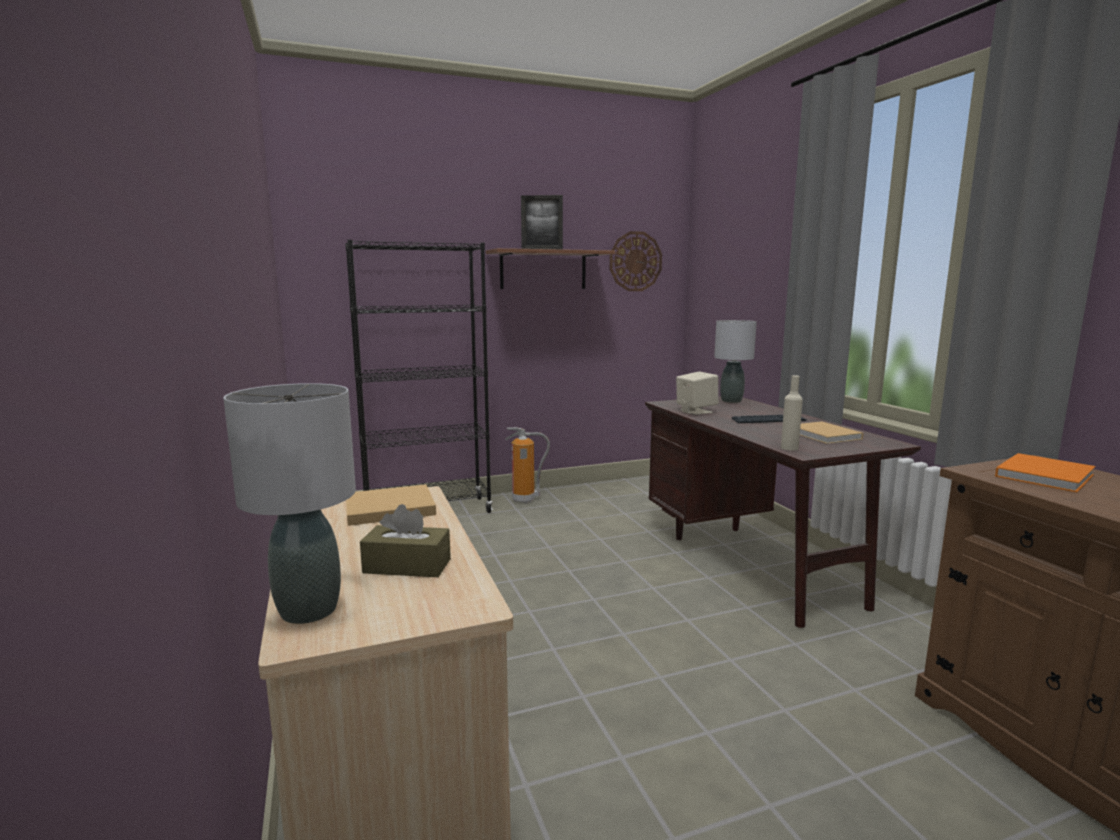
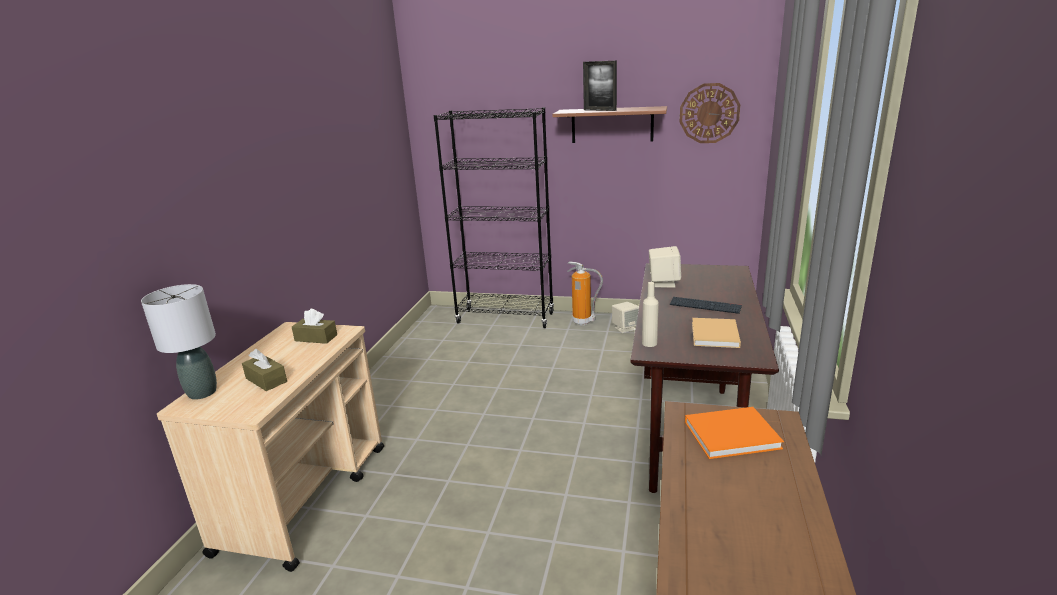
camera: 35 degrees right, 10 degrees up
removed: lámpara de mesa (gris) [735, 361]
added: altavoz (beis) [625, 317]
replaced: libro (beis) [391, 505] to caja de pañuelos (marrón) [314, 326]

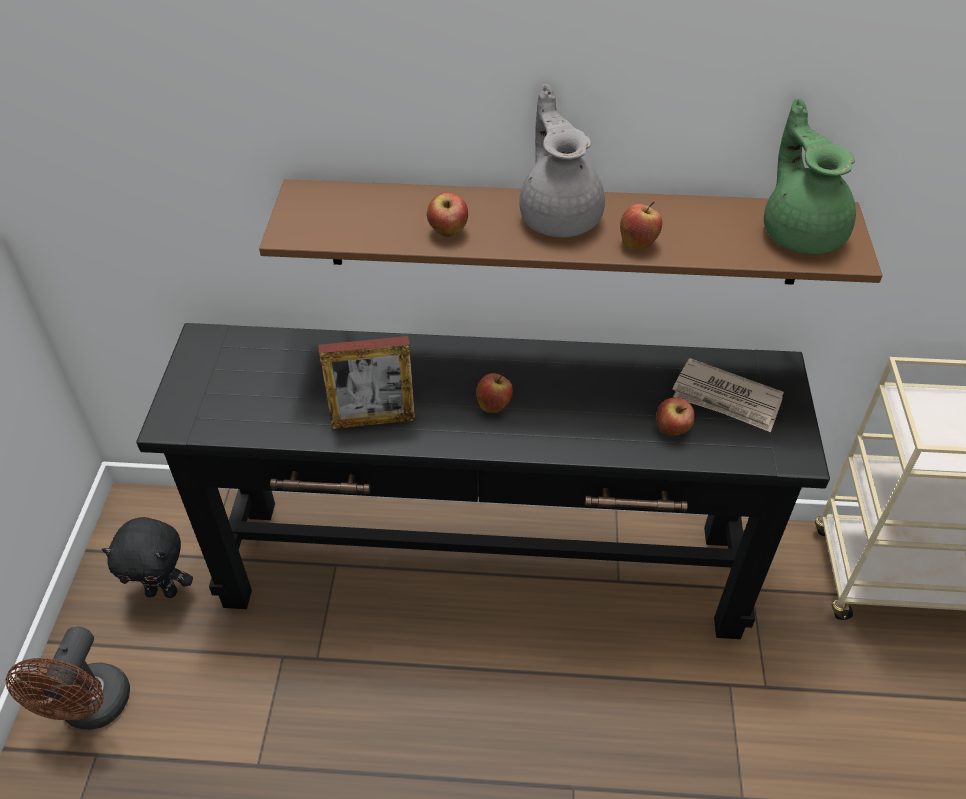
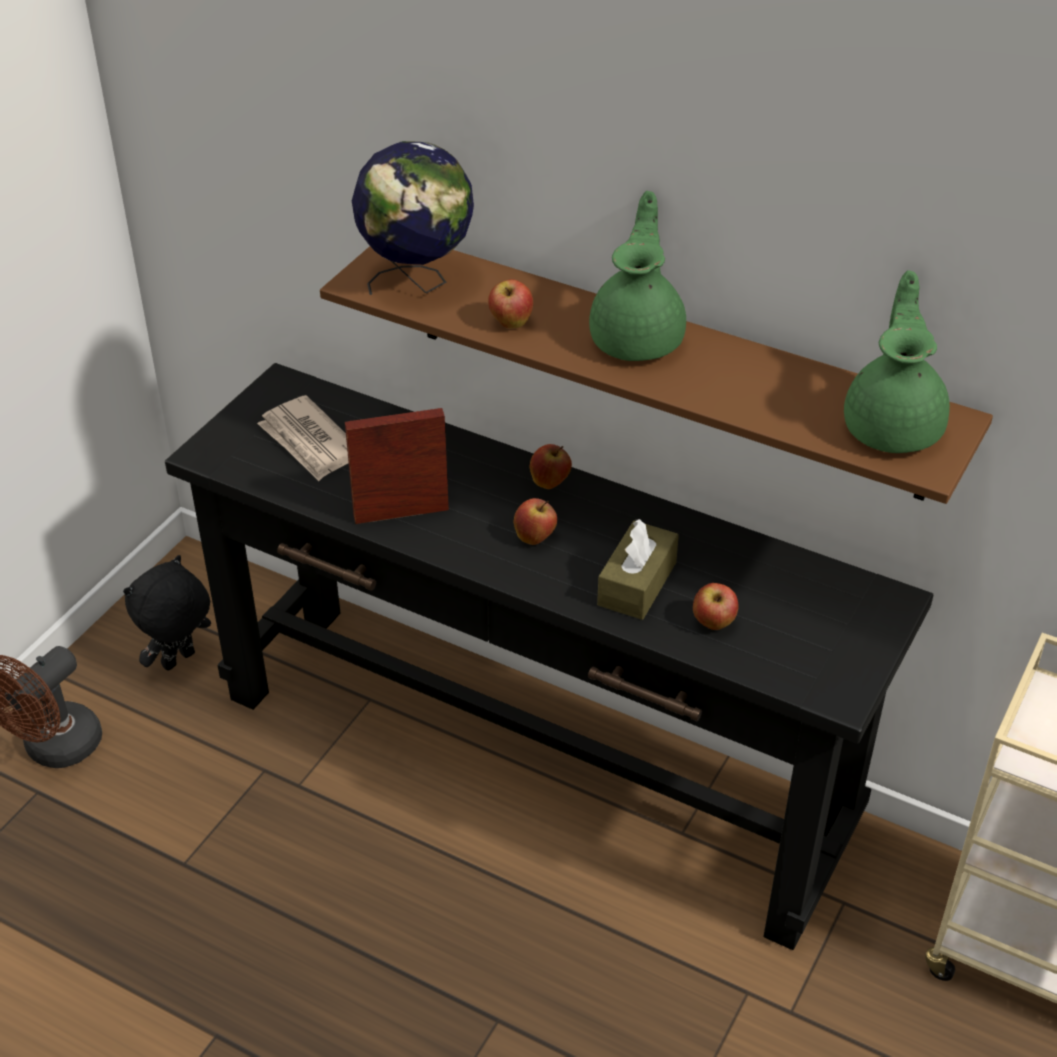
camera: 25 degrees right, 5 degrees down
added: globo terráqueo [413, 218]; caja de pañuelos (marrón) [638, 569]
moved: manzana [641, 226] to [551, 466]; periódico [728, 395] to [303, 438]
recoloured: tetera (gris) [562, 161] to tetera (verde) [637, 276]
turned: portarretratos [367, 382] = [397, 466] 150 degrees clockwise; peluche (negro) [147, 557] = [167, 613] 105 degrees clockwise

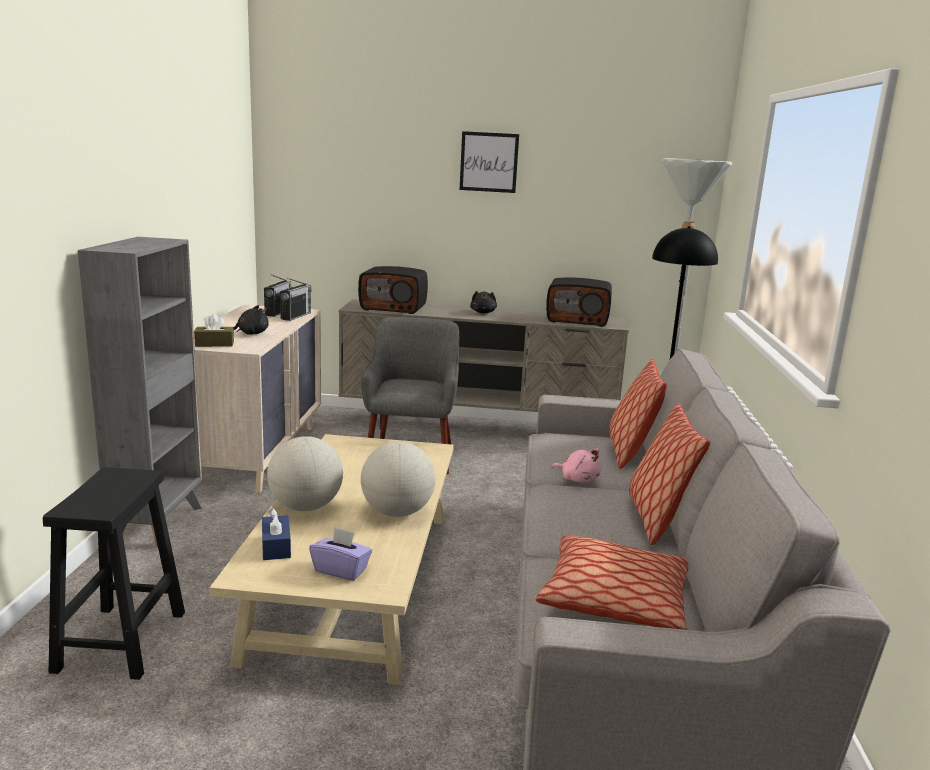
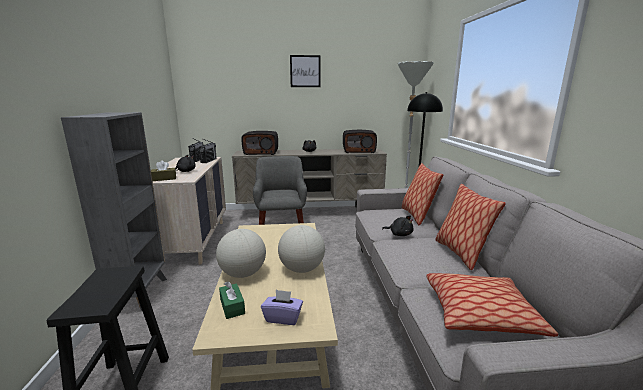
camera: 10 degrees left, 0 degrees up
recoloured: peluche (rosa) [576, 466] to peluche (negro) [398, 225]; caja de pañuelos (azul) [276, 534] to caja de pañuelos (verde) [232, 300]

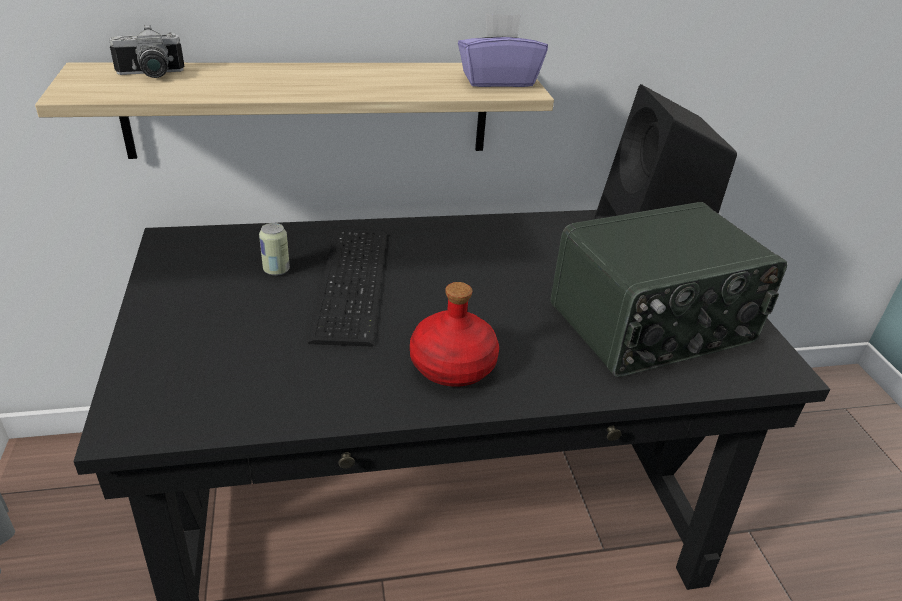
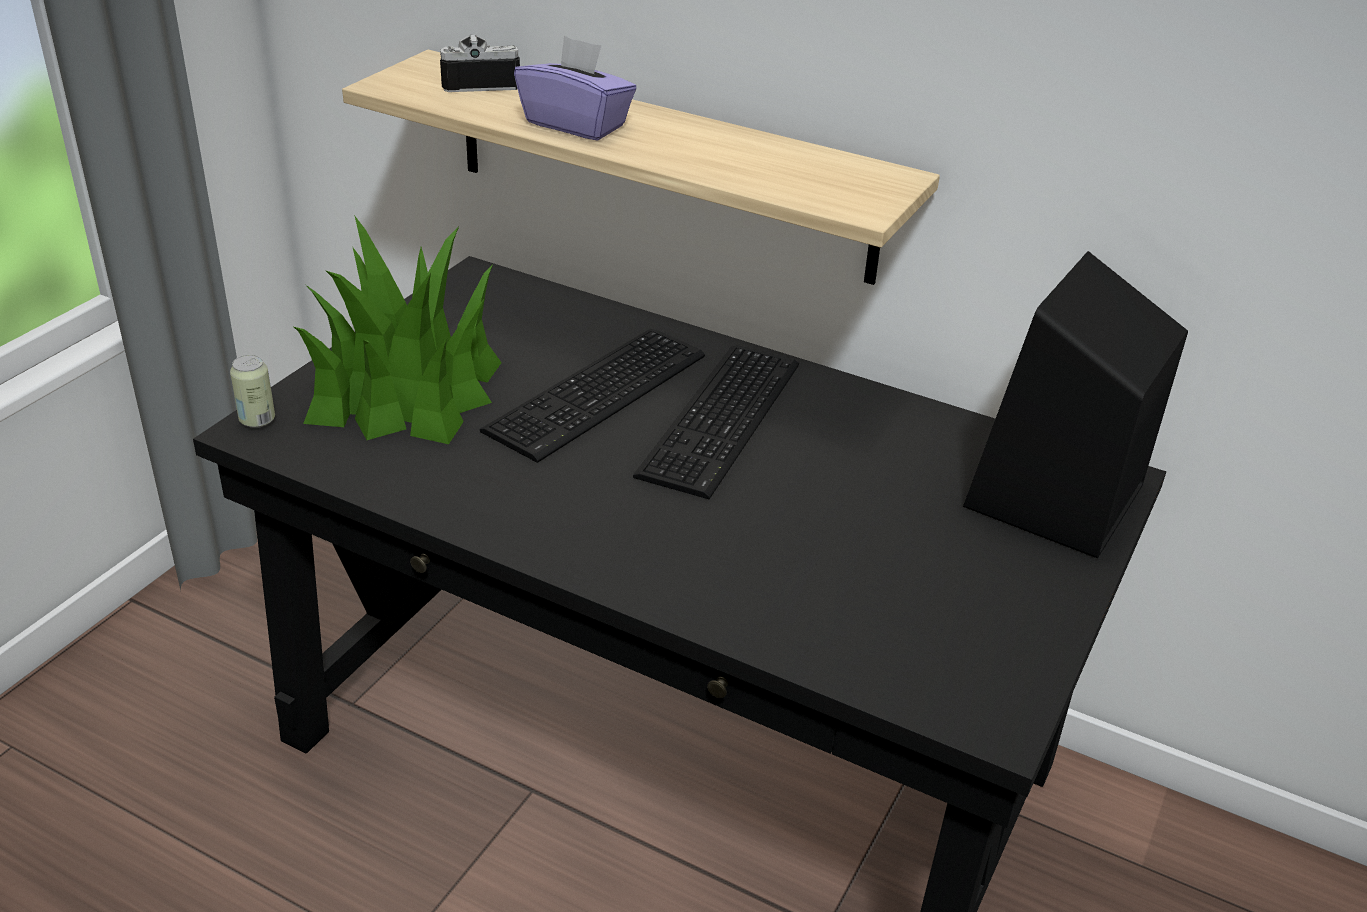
camera: 40 degrees right, 0 degrees up
removed: radio [669, 289]; botella (rojo) [454, 334]
added: planta en maceta [398, 329]; teclado [716, 422]
moved: caja de pañuelos (morado) [503, 50] to [575, 88]; lata [274, 249] to [252, 391]
turned: cámara [147, 51] = [480, 63] 150 degrees clockwise

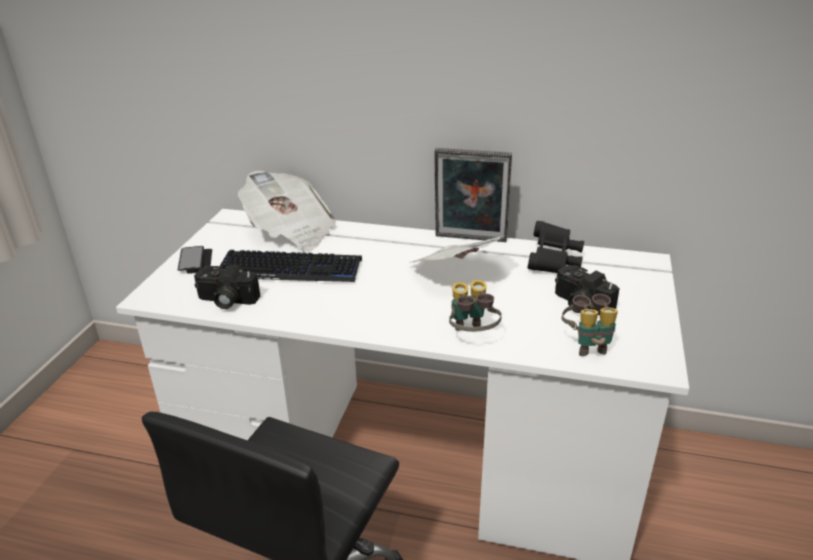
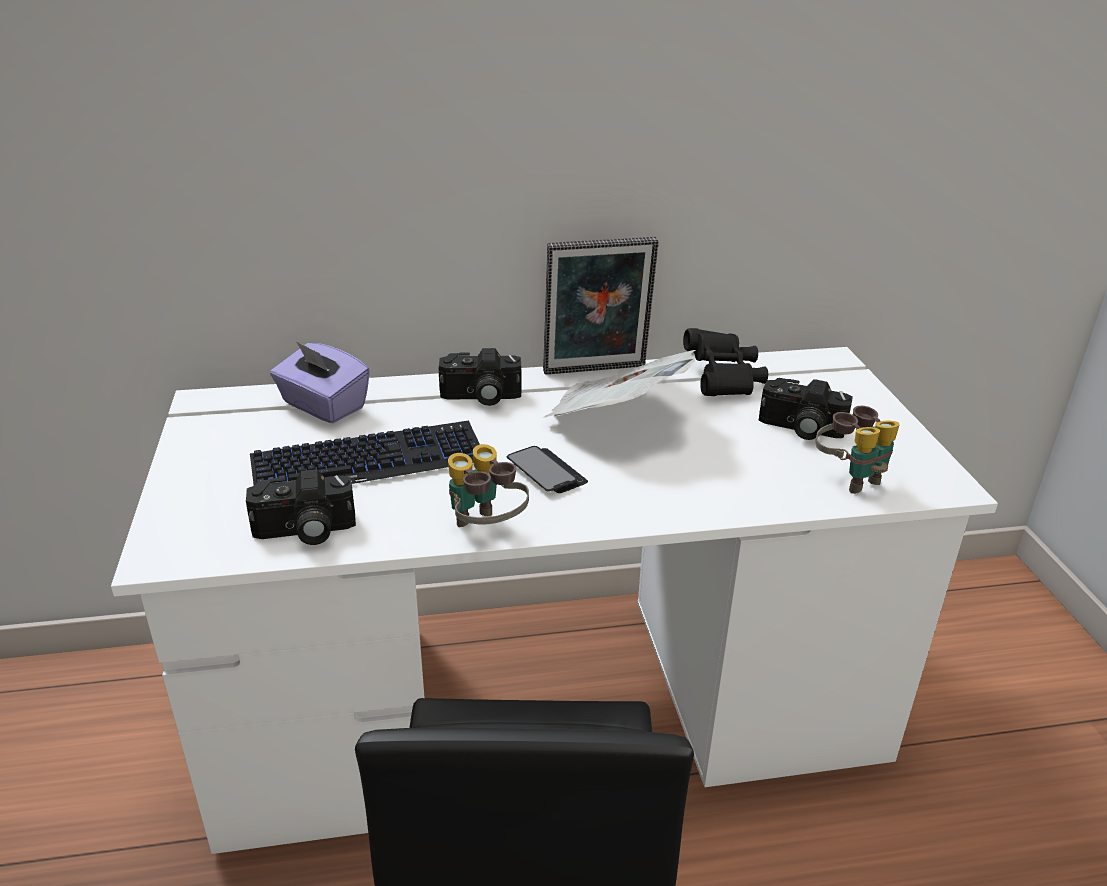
camera: 25 degrees left, 0 degrees up
added: cámara [480, 377]
moved: móvil [195, 260] to [547, 469]; prismáticos [475, 306] to [488, 485]
replaced: periódico [287, 210] to caja de pañuelos (morado) [320, 382]

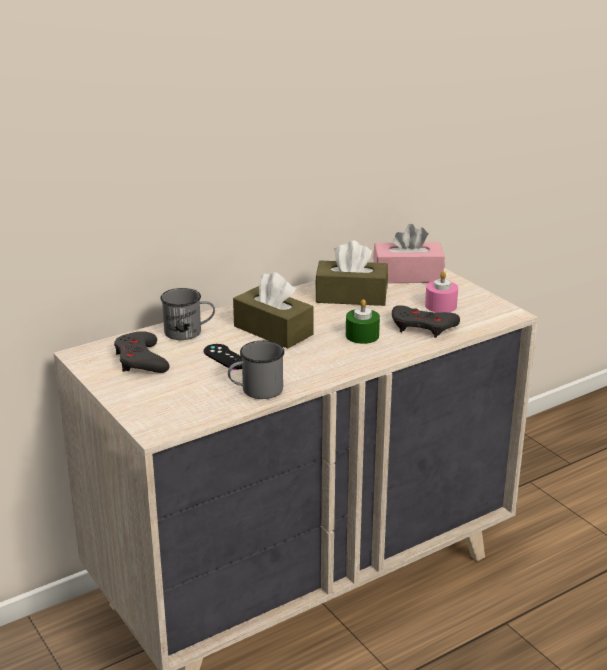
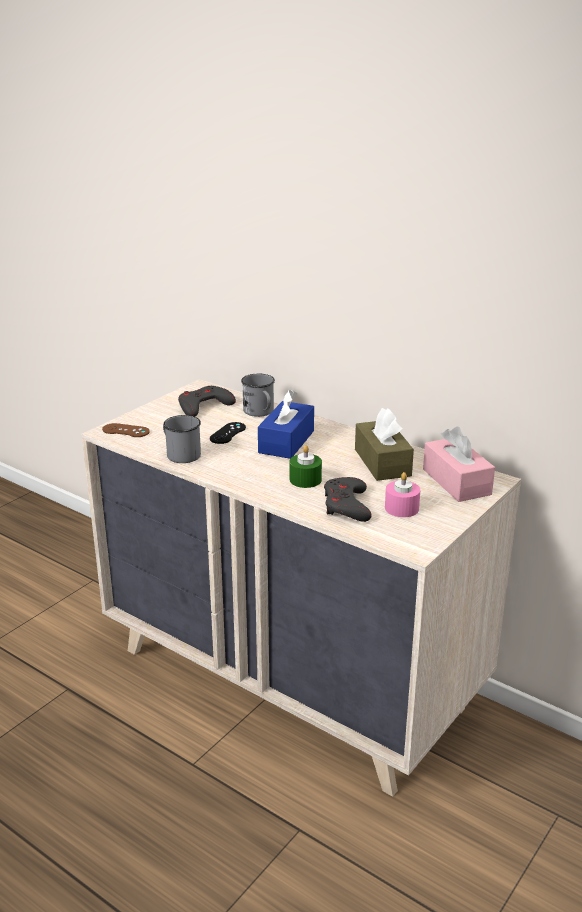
camera: 70 degrees right, 0 degrees up
added: mando de consola (marrón) [126, 430]
recoloured: caja de pañuelos (marrón) [273, 310] to caja de pañuelos (azul) [286, 424]

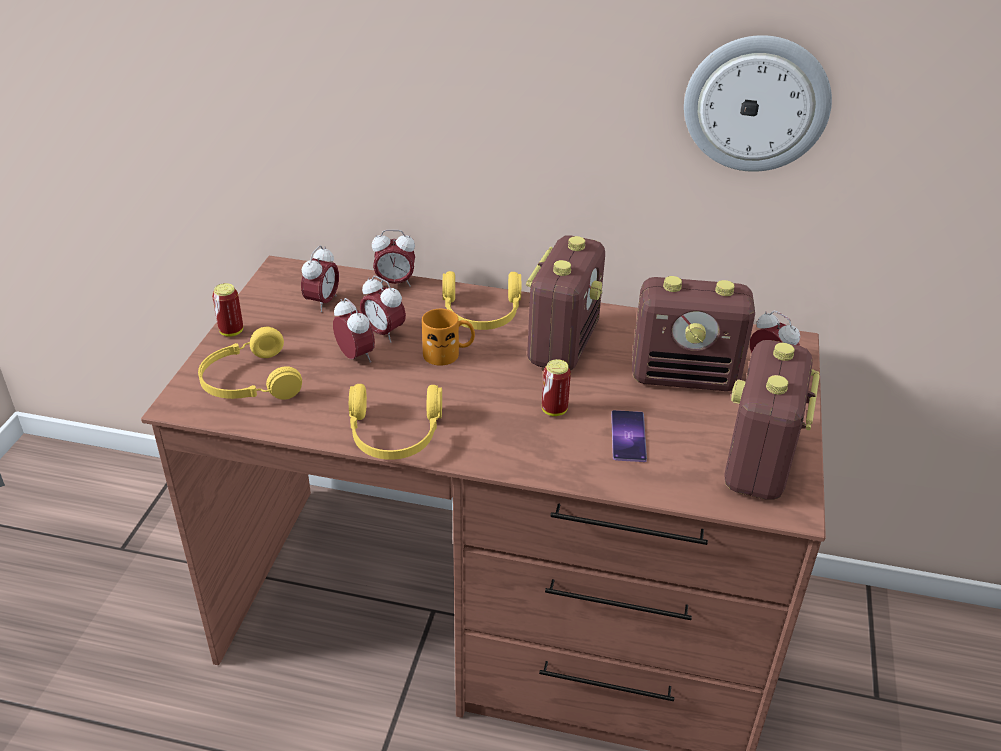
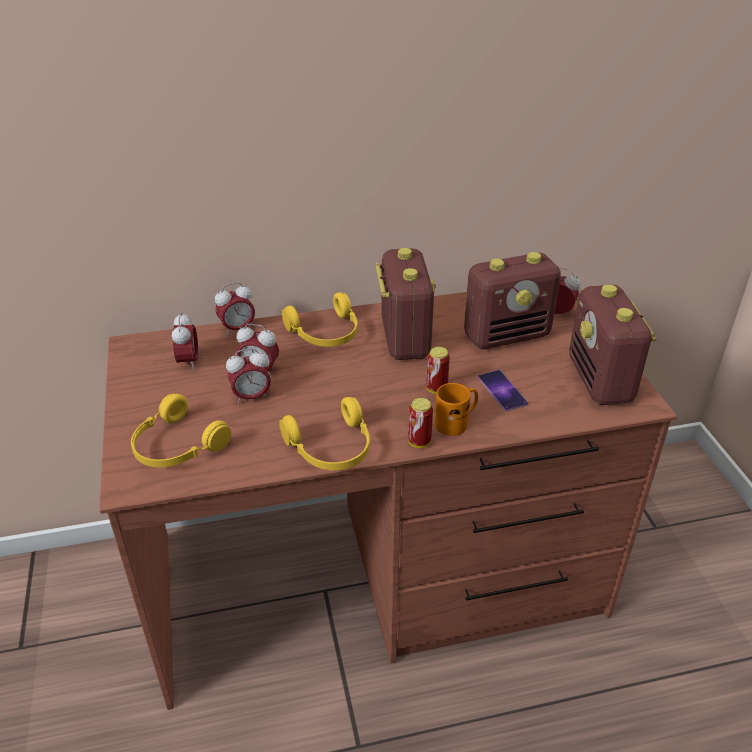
camera: 25 degrees left, 0 degrees up
removed: reloj de pared [758, 103]
moved: lata [227, 310] to [420, 423]; taza grande (naranja) [448, 337] to [456, 409]
turned: despertador [354, 330] = [248, 376] 135 degrees clockwise

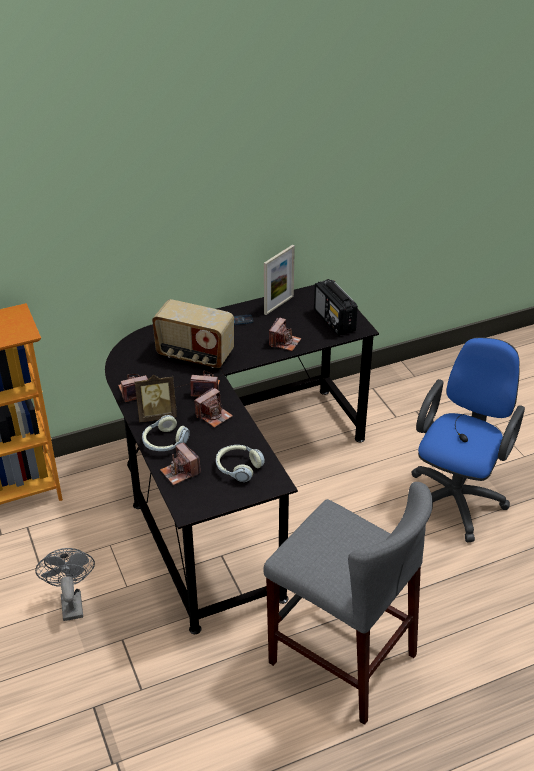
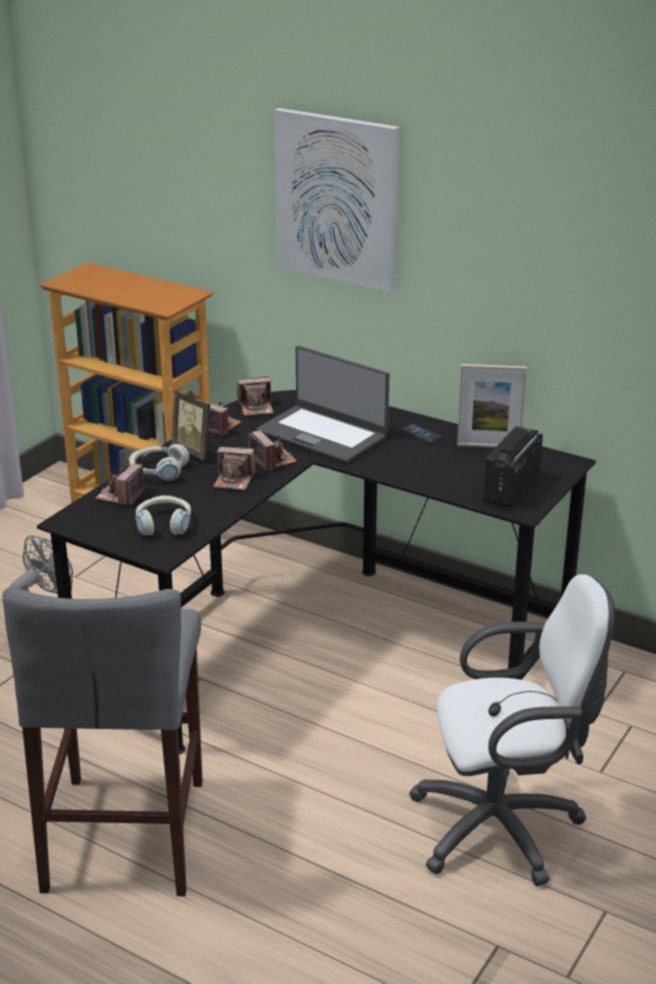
camera: 55 degrees right, 10 degrees down
added: cuadro [337, 200]
moved: cámara [285, 334] to [255, 396]
replaced: radio [193, 333] to portátil [323, 404]
recoloured: silla de oficina (azul) [468, 439] to silla de oficina (blanco) [512, 730]

